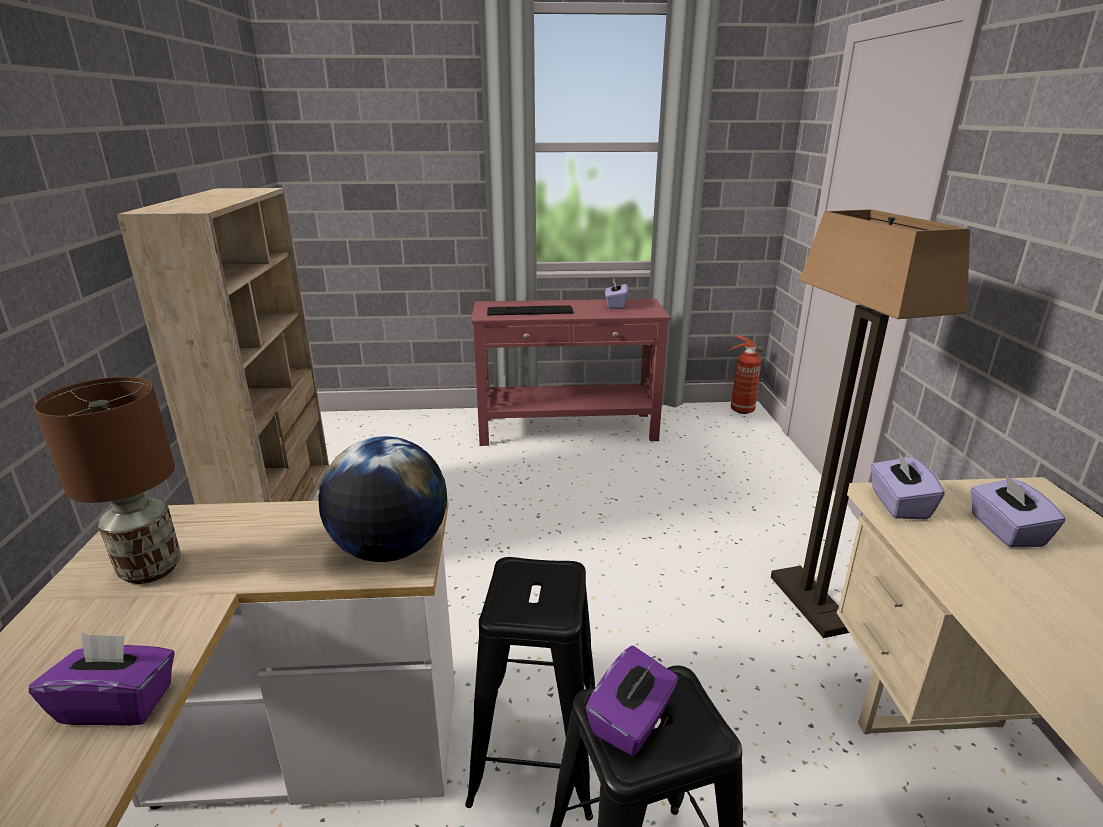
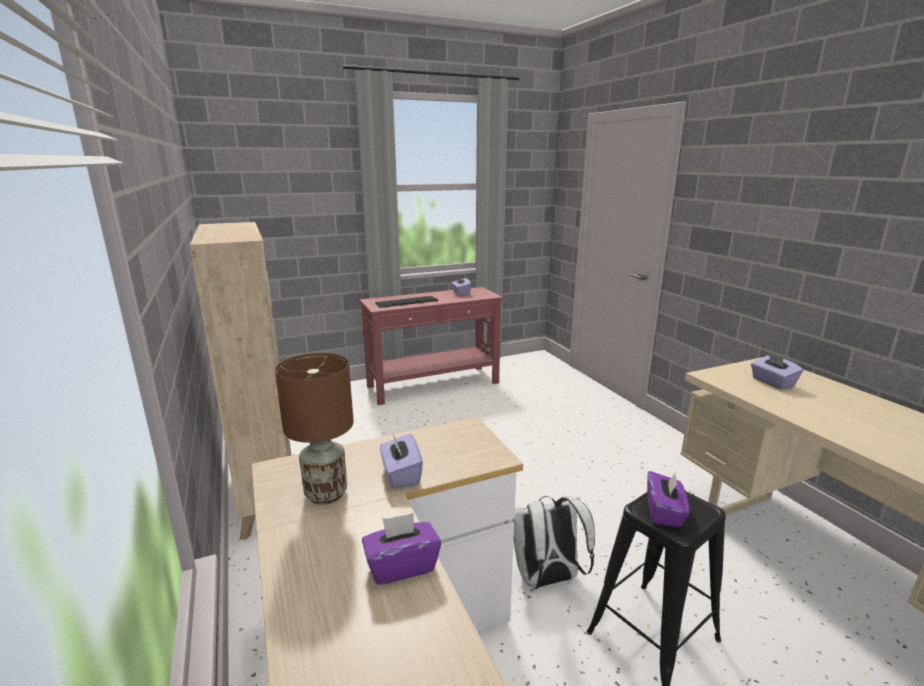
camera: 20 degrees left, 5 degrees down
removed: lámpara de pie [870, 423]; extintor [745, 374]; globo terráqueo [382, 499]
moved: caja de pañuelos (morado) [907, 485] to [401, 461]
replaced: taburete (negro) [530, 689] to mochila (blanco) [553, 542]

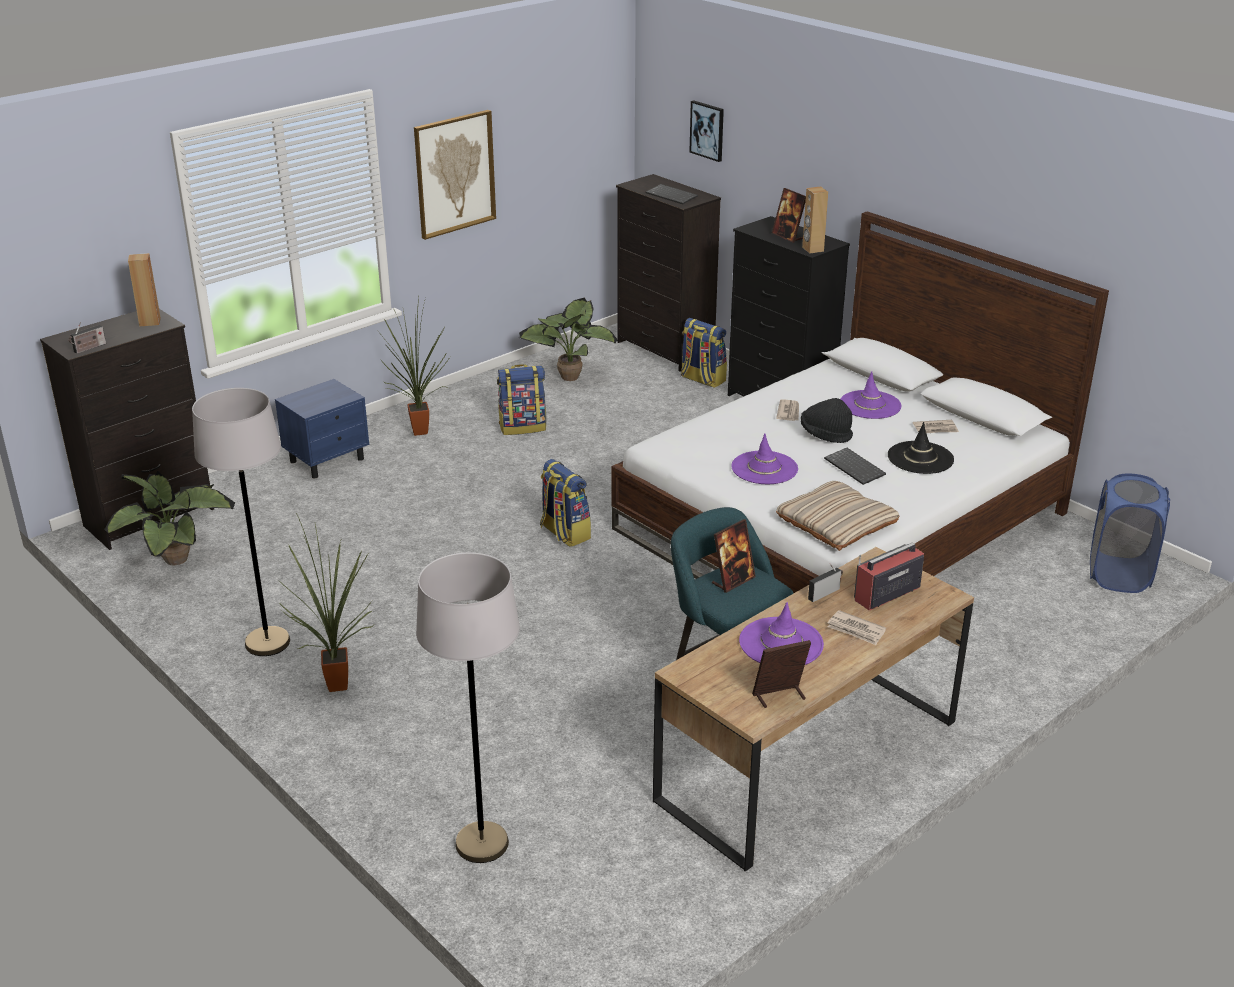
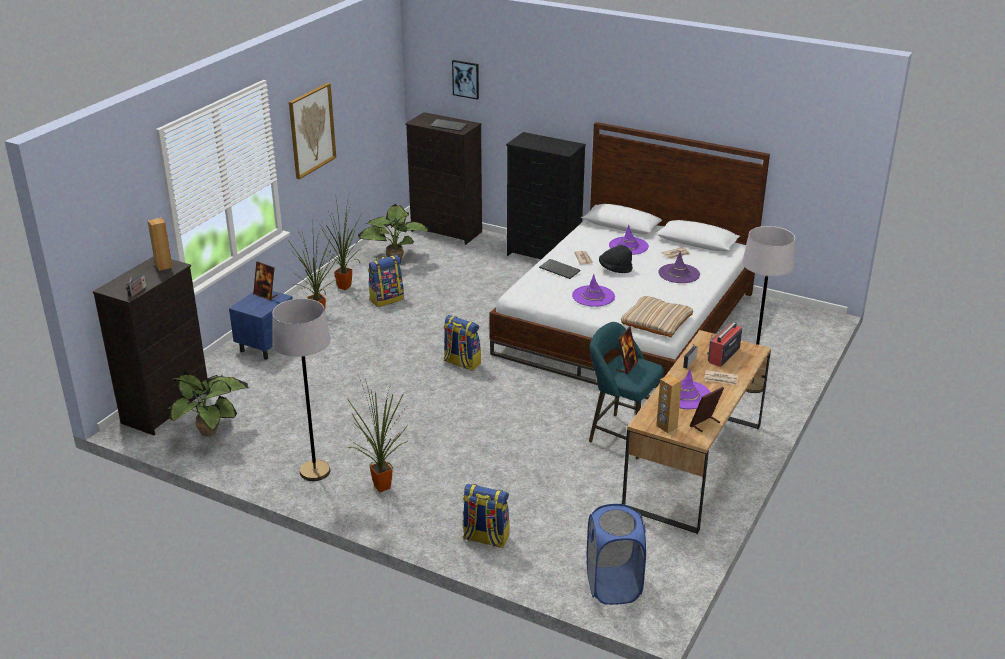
camera: 20 degrees left, 0 degrees up
added: planta en maceta [340, 241]
moved: altavoz (marrón) [815, 219] to [669, 403]; portarretratos [789, 215] to [265, 280]; mochila [704, 353] to [486, 516]; teclado [855, 466] to [560, 269]; cesto de la ropa (azul) [1130, 533] to [616, 554]; lámpara de pie (gris) [468, 707] to [768, 309]
recoloured: sombrero (negro) [921, 448] to sombrero (morado) [679, 267]

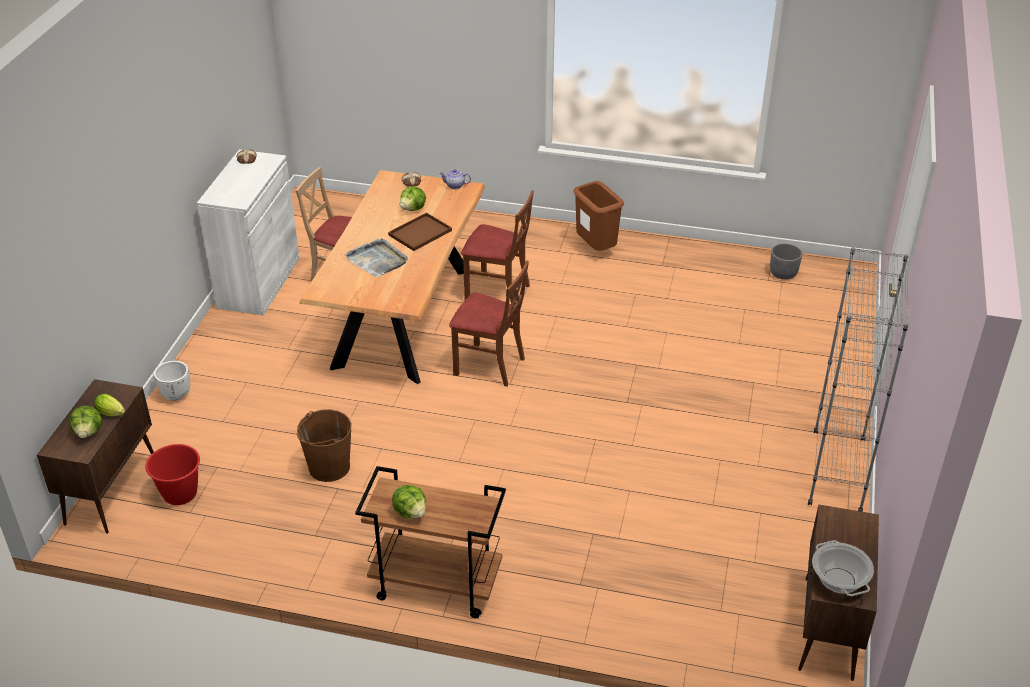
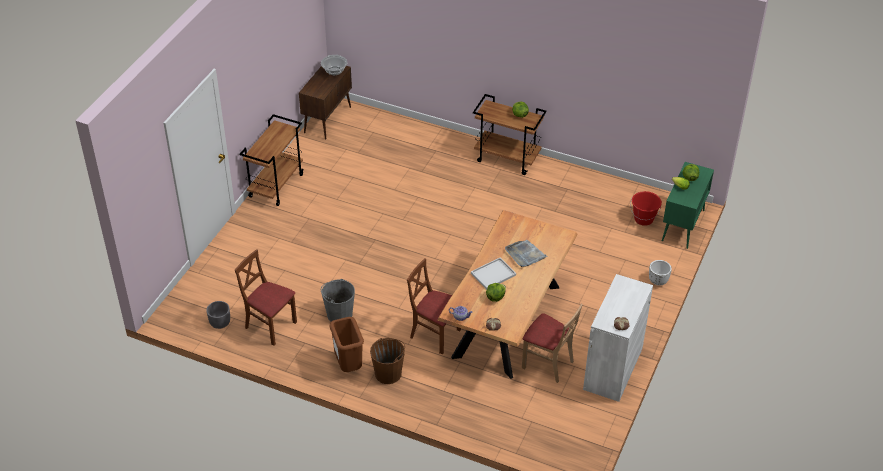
camera: 170 degrees left, 5 degrees up
added: cubo (gris) [337, 300]
moved: silla (marrón) [489, 323] to [266, 297]; cubo (marrón) [324, 445] to [387, 361]
replaced: estantería (gris) [858, 379] to carrito (marrón) [272, 160]
recoloured: bandeja (marrón) [420, 231] to bandeja (blanco) [493, 274]; armario (marrón) [95, 456] to armario (verde) [688, 205]

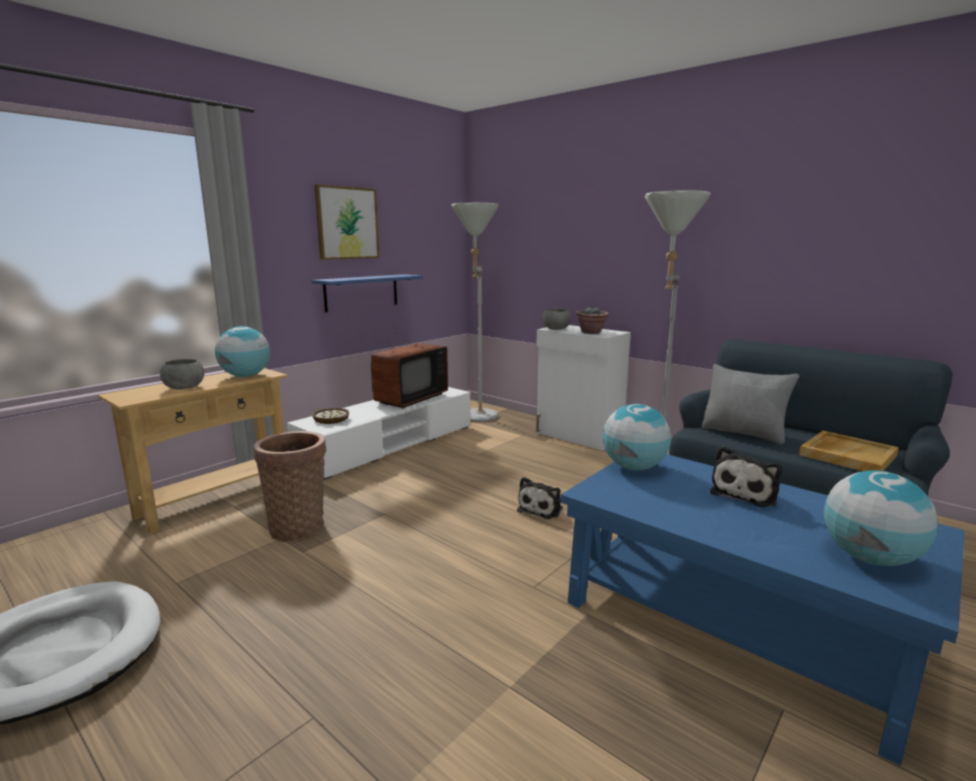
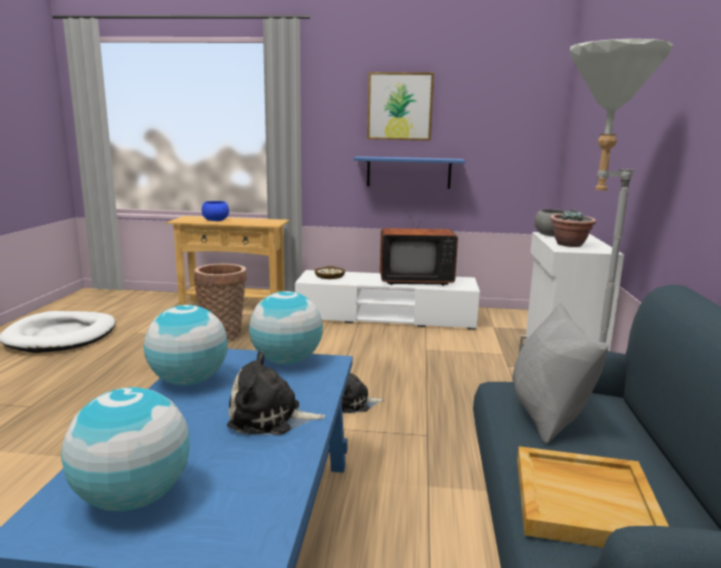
camera: 55 degrees right, 0 degrees up
removed: lámpara de pie (gris) [475, 312]
moved: globo terráqueo [242, 351] to [186, 345]
recoloured: cuenco (gris) [182, 374] to cuenco (azul) [215, 211]

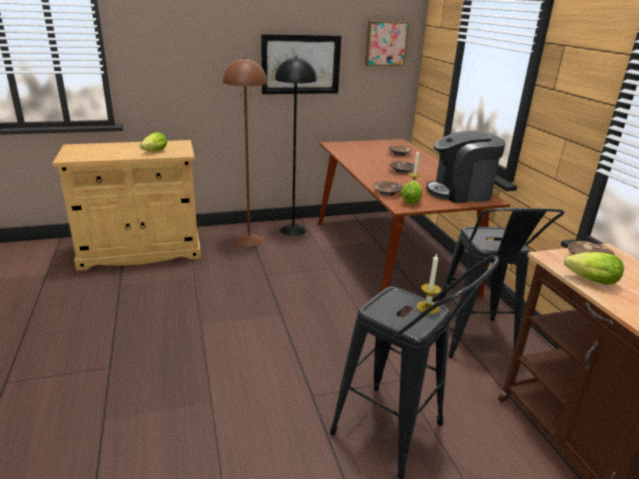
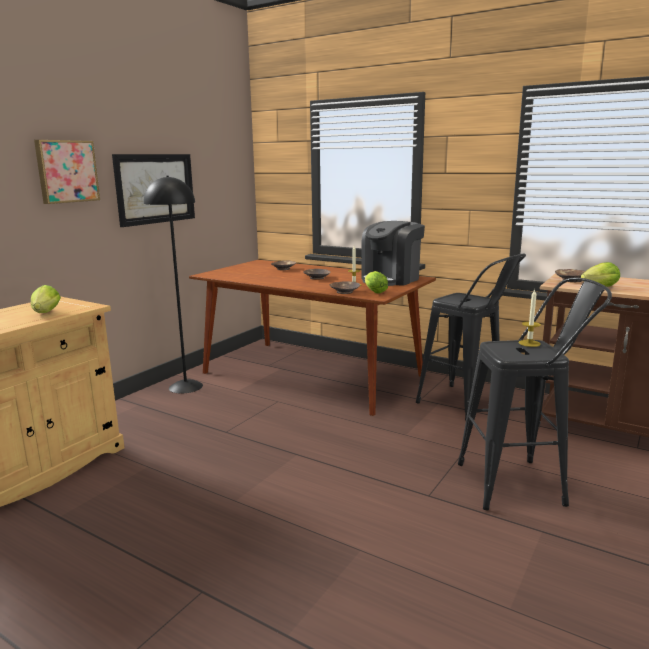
camera: 40 degrees left, 10 degrees down
removed: lámpara de pie (marrón) [245, 152]
moved: cuadro [387, 43] to [67, 172]

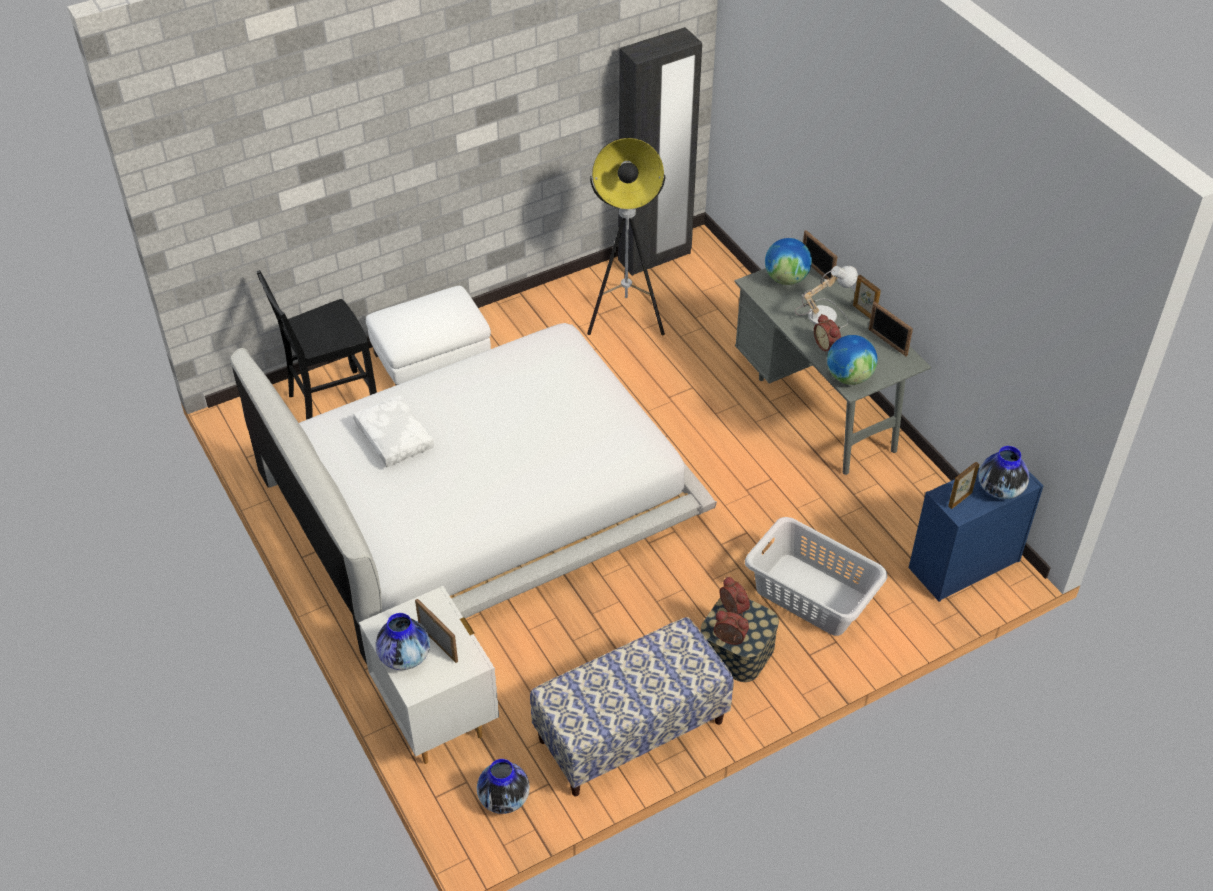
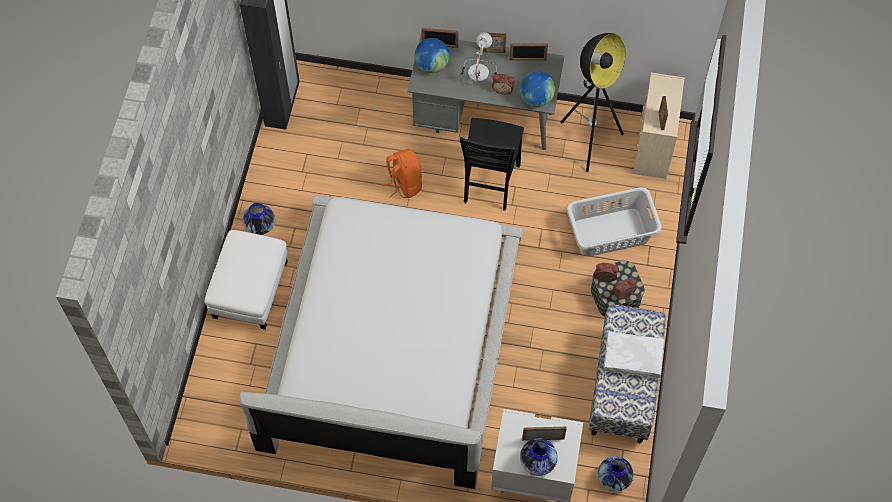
camera: 50 degrees left, 15 degrees up
added: mochila (naranja) [402, 173]
moved: lámpara de pie [626, 236] to [593, 102]; silla (negro) [316, 345] to [492, 164]; cojín (blanco) [393, 431] to [634, 354]; florero [1003, 472] to [259, 219]
recoloured: cómoda (azul) [976, 535] to cómoda (beis) [659, 126]

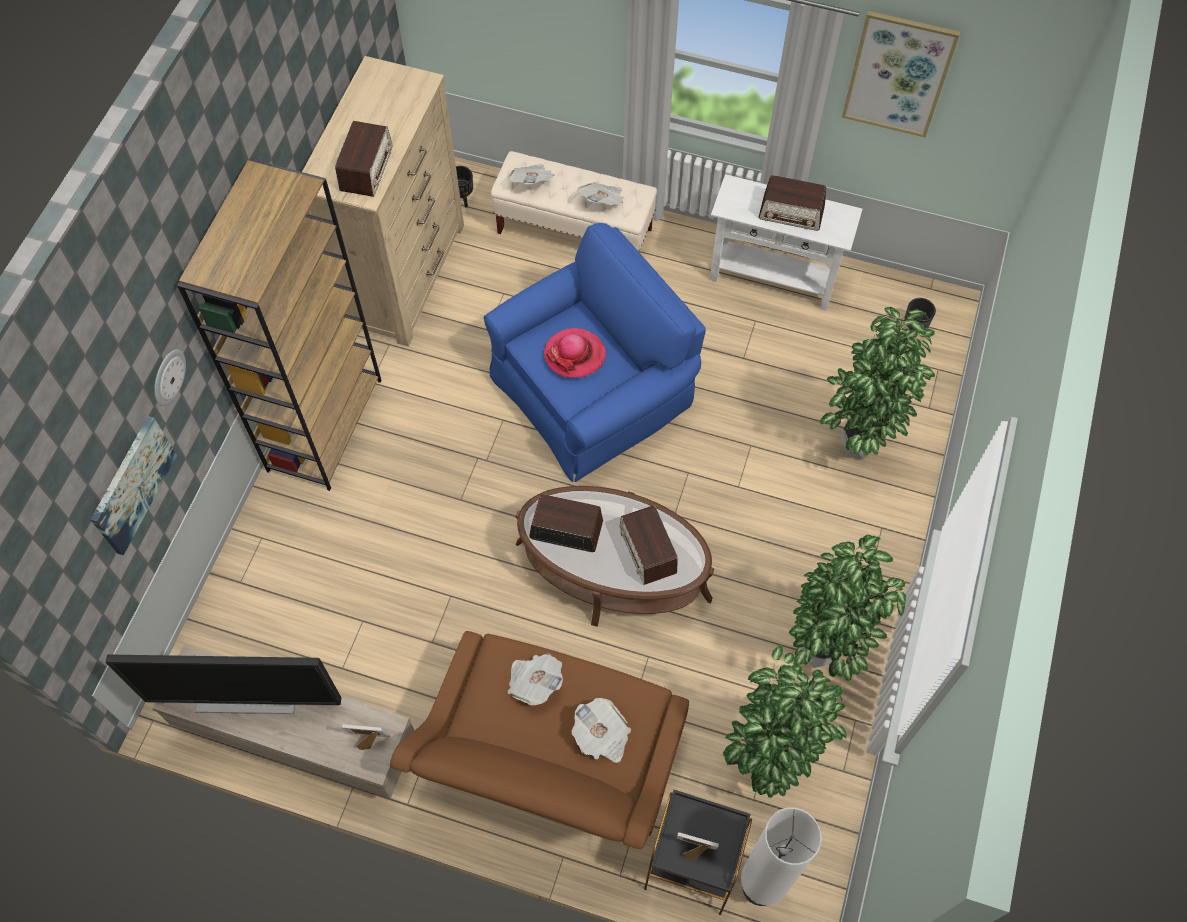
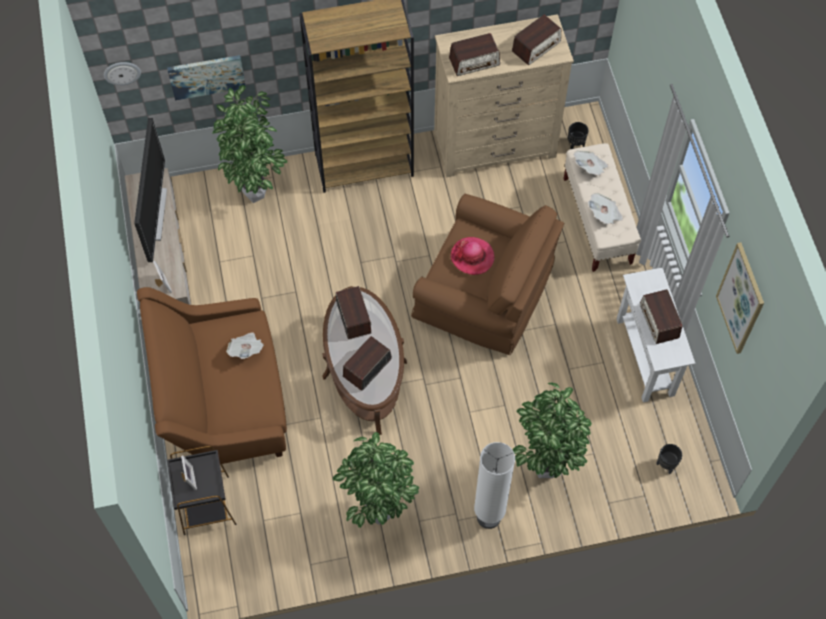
camera: 60 degrees right, 0 degrees up
removed: periódico [601, 730]
added: radio [536, 39]
moved: reloj de pared [170, 377] to [122, 73]; planta en maceta [785, 721] to [250, 144]; lámpara de pie (blanco) [781, 856] to [494, 485]
recoloured: sillón (azul) [595, 352] to sillón (marrón) [488, 274]
turned: televisor [223, 684] = [150, 190] 150 degrees counterclockwise

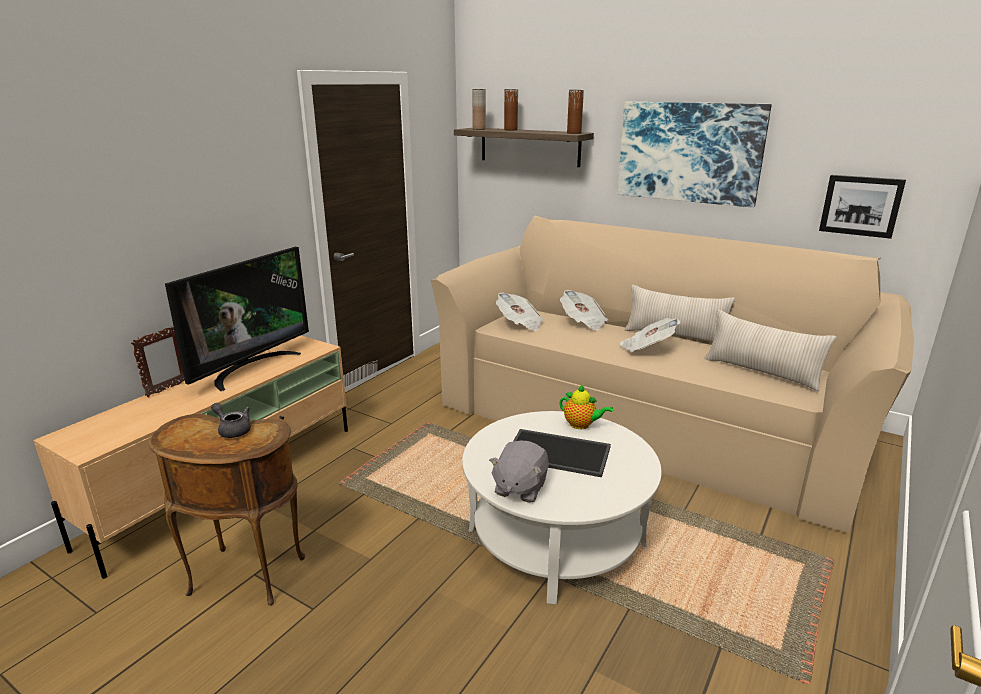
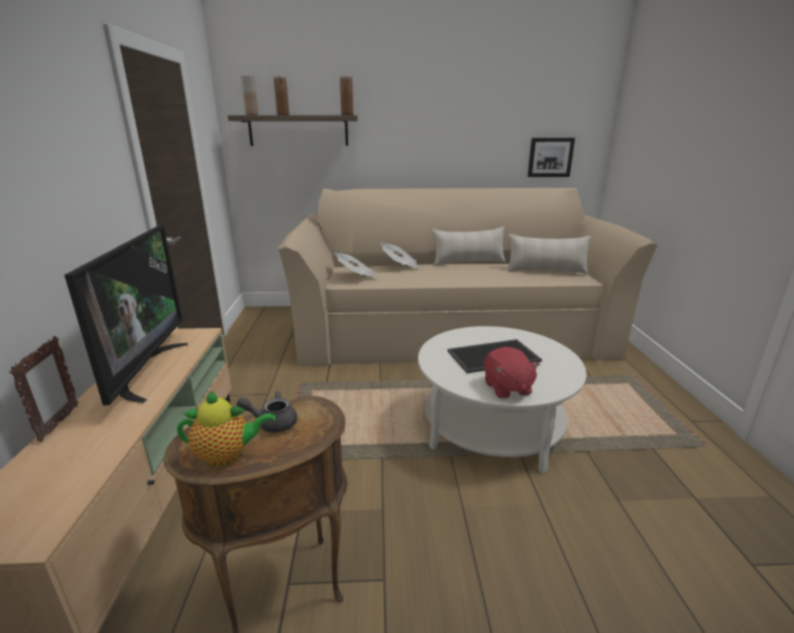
camera: 35 degrees left, 0 degrees up
removed: cuadro [694, 155]; periódico [650, 335]
moved: tetera [586, 407] to [226, 428]
recoloured: peluche (gris) [519, 472] to peluche (rojo) [512, 373]

